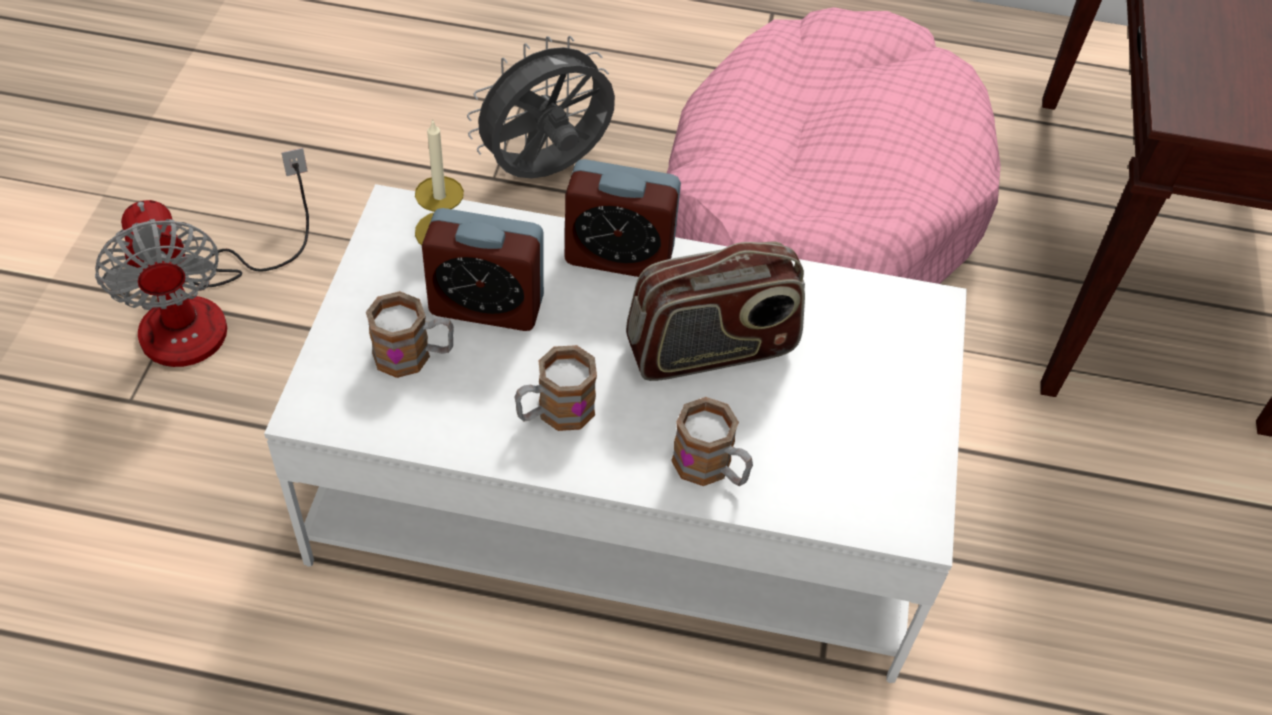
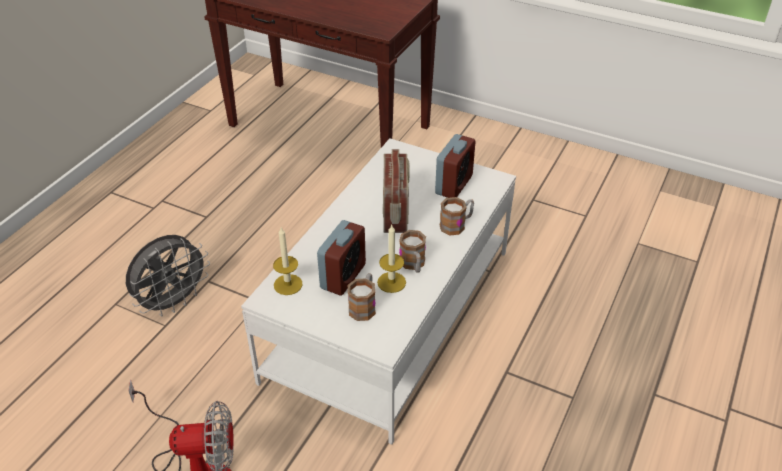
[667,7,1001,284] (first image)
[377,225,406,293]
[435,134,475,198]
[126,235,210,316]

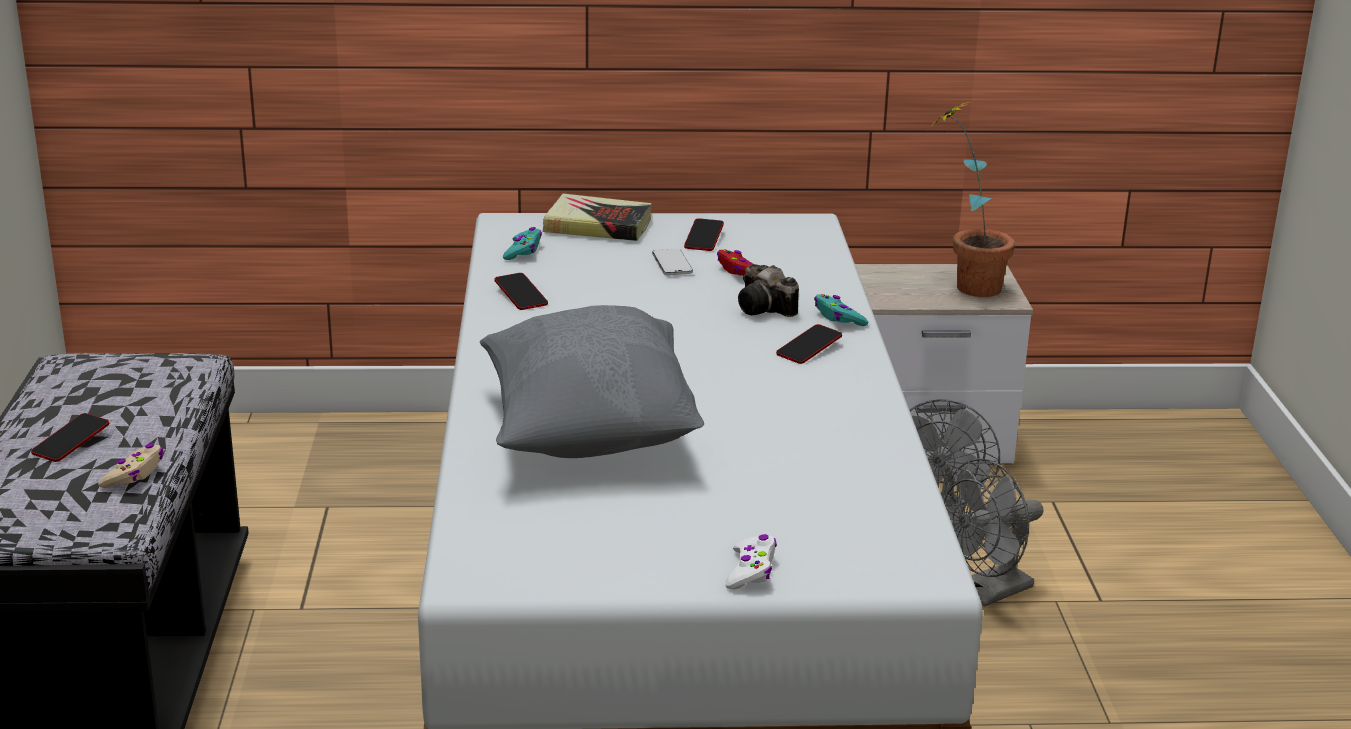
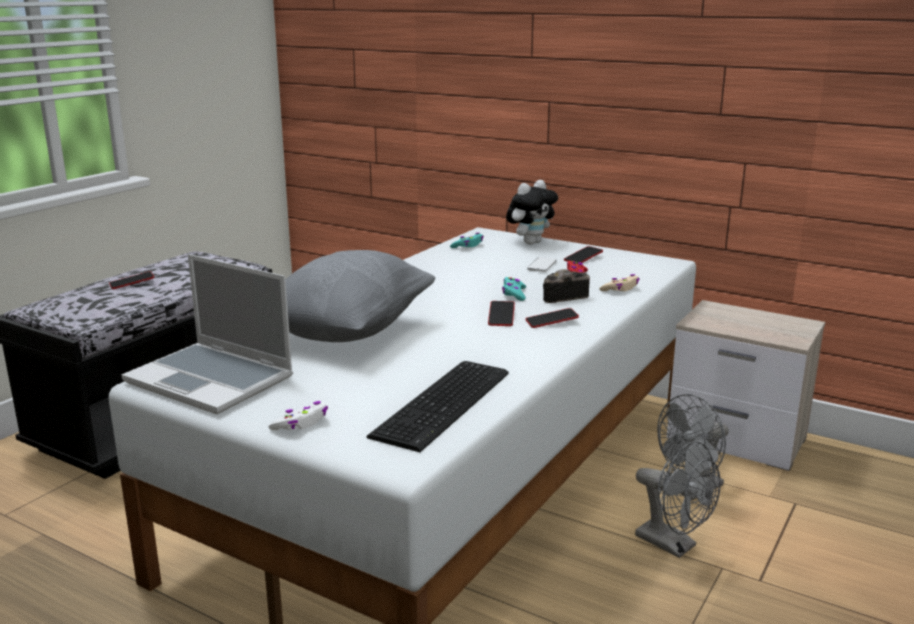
[930,100,1015,297] (first image)
[121,254,293,414]
[367,361,509,452]
[599,274,640,291]
[488,301,515,326]
[502,277,526,301]
[506,180,558,245]
[543,269,590,303]
[635,441,721,558]

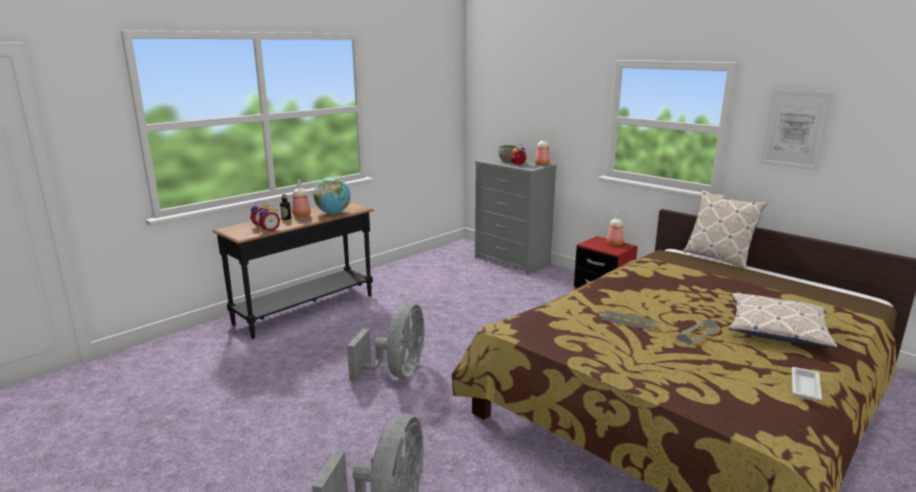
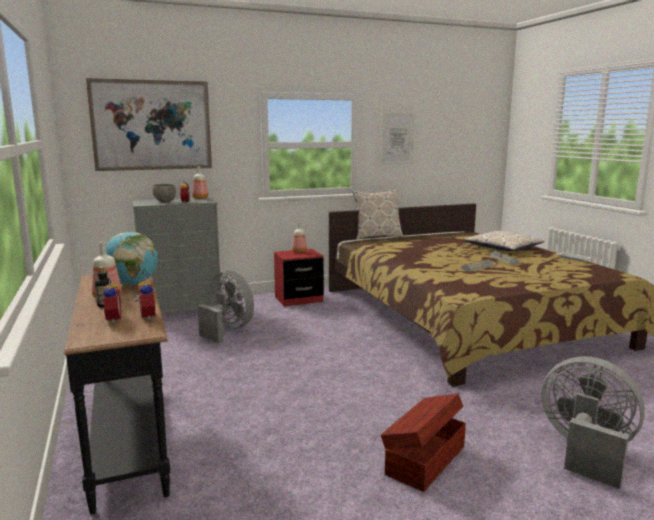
[86,78,212,171]
[381,394,466,492]
[197,271,254,343]

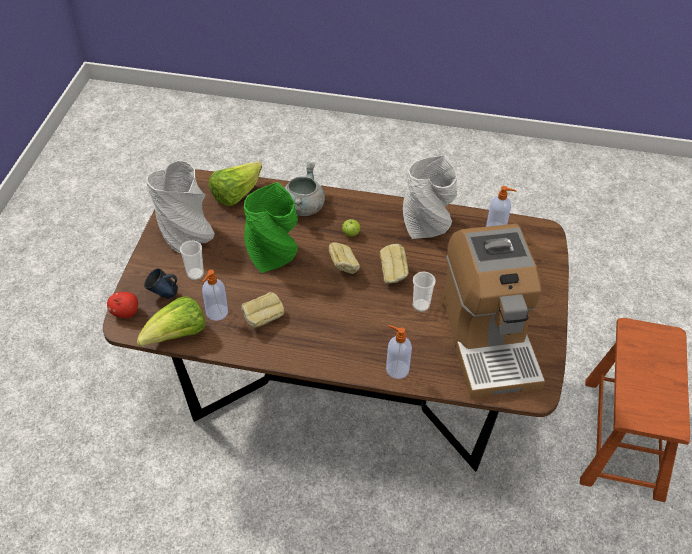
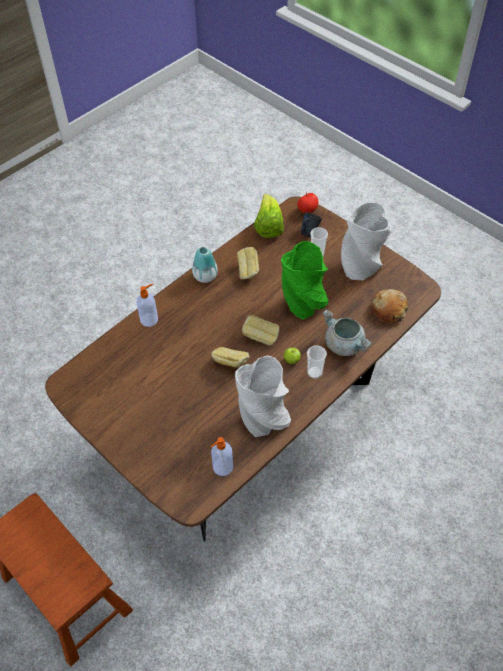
[202,270,228,321] (first image)
[441,224,545,398] (first image)
[192,247,218,283]
[307,345,327,379]
[371,289,408,323]

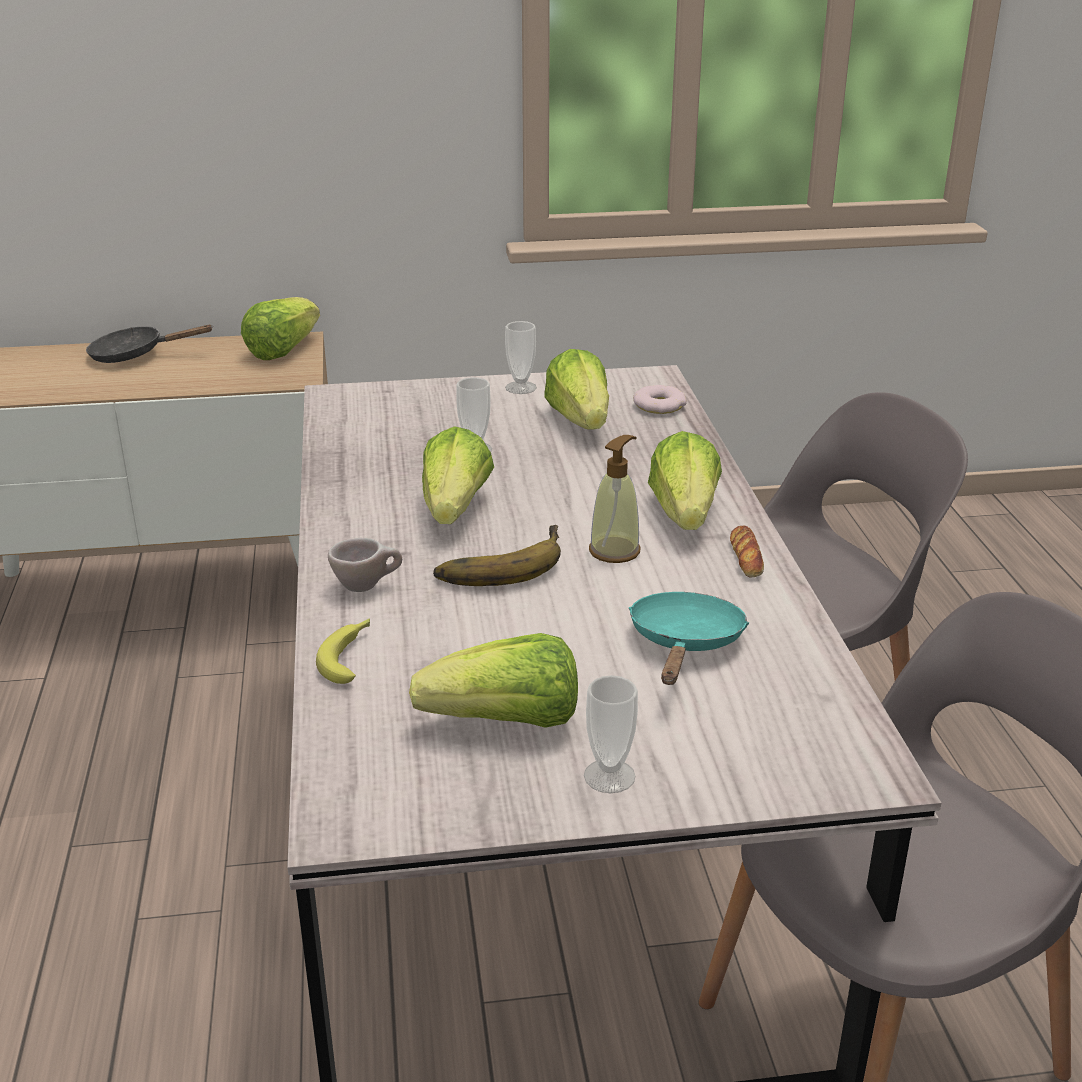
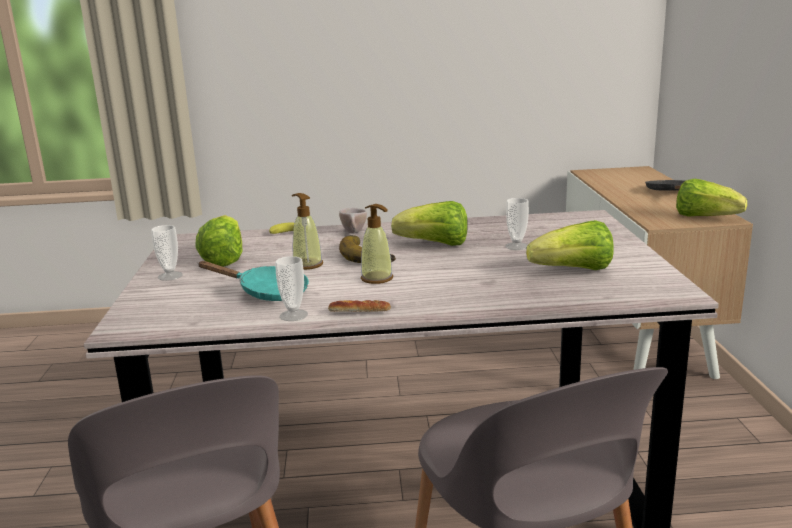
[633,385,687,414] (first image)
[648,431,722,530] (first image)
[292,193,323,270]
[275,256,308,321]

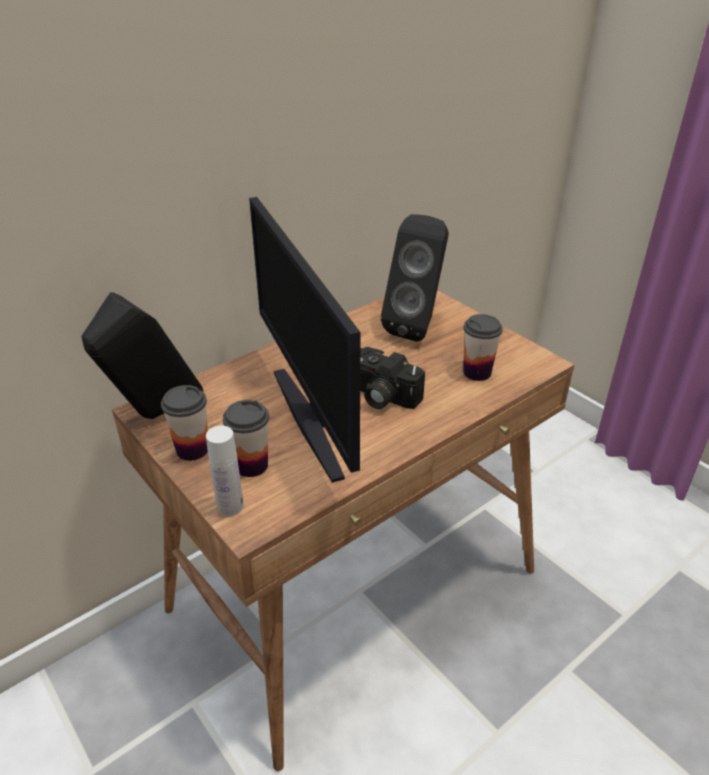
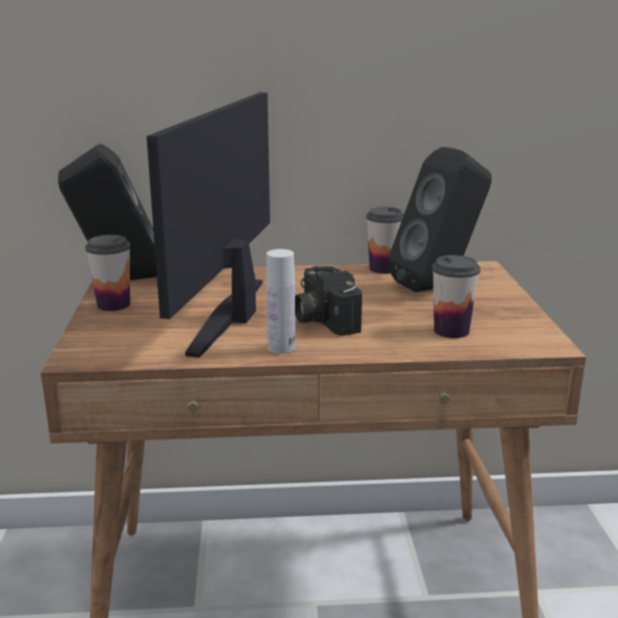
[266,249,295,354]
[366,207,404,274]

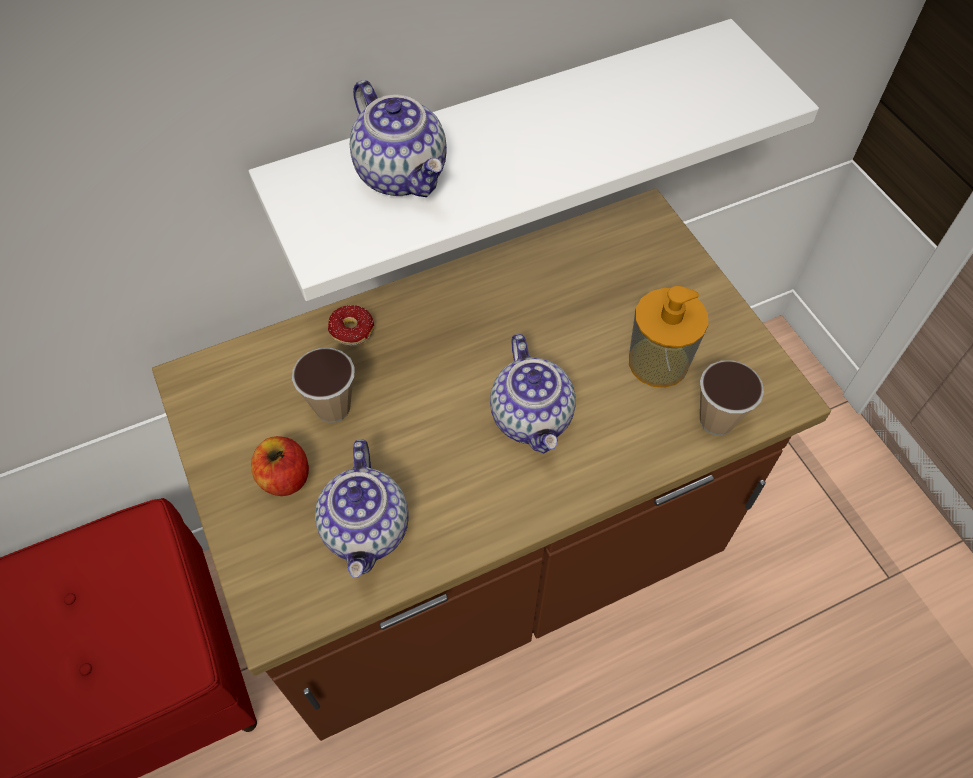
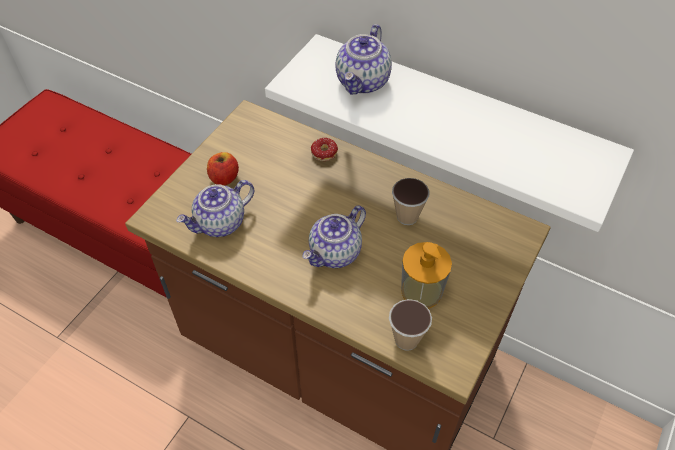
[392,178,430,225]

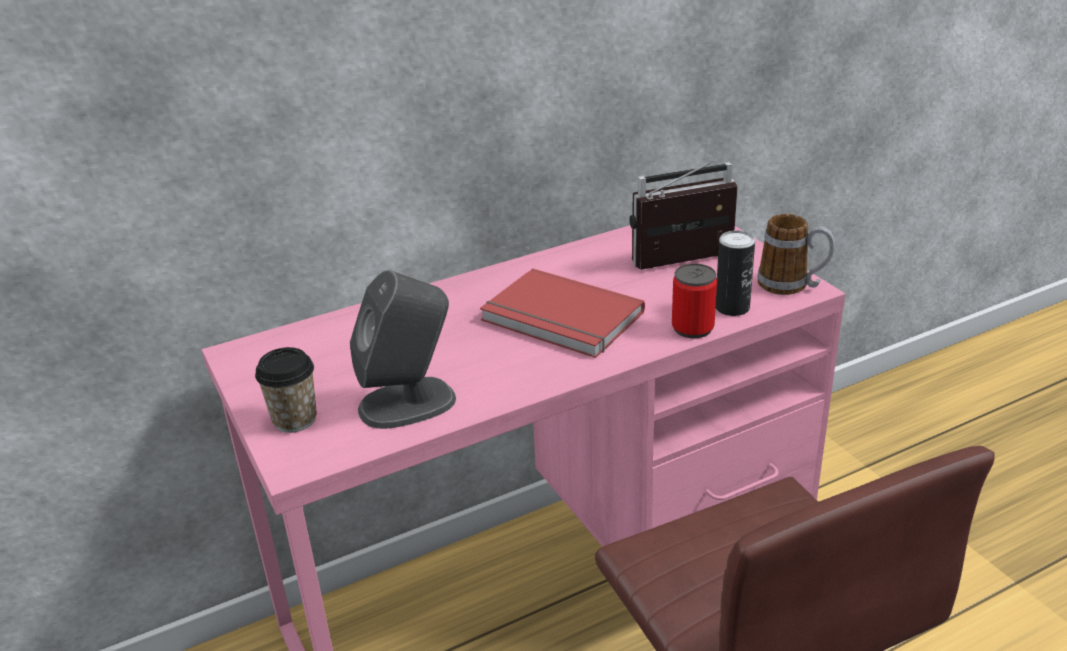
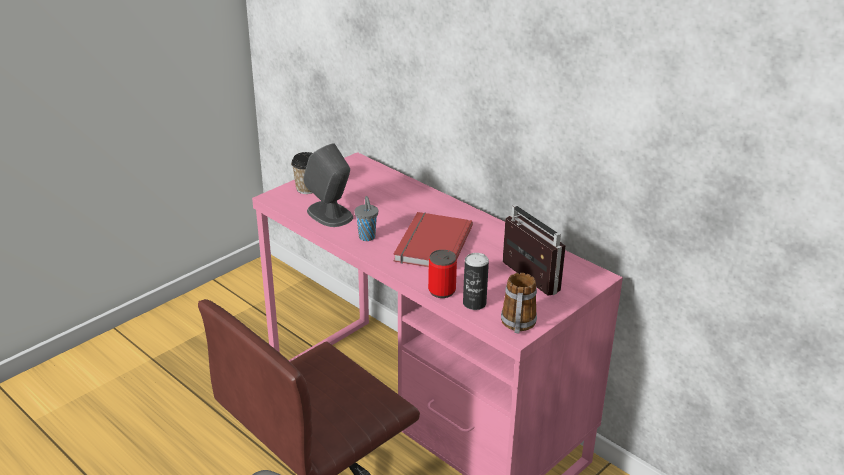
[354,196,378,241]

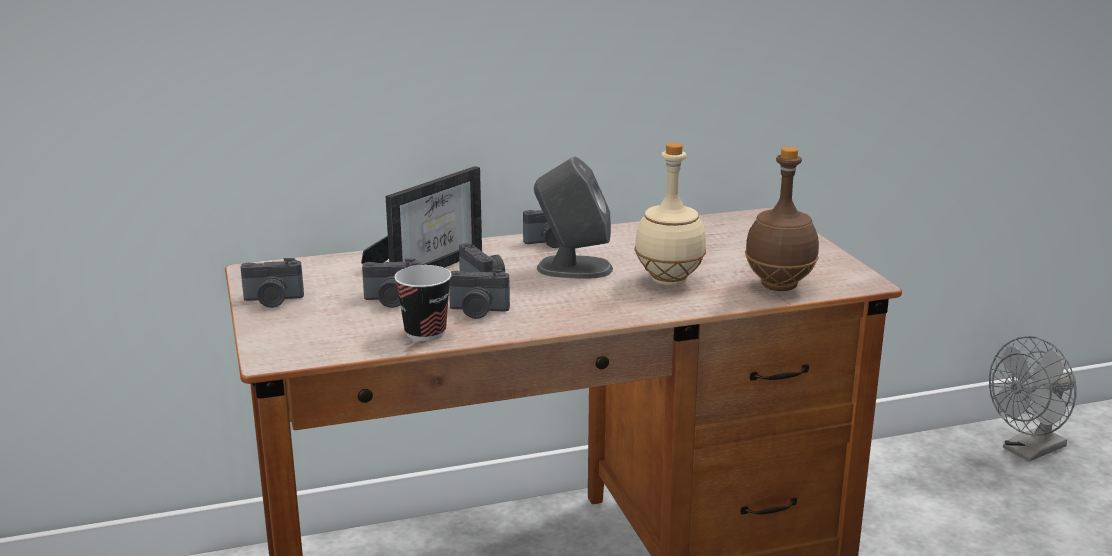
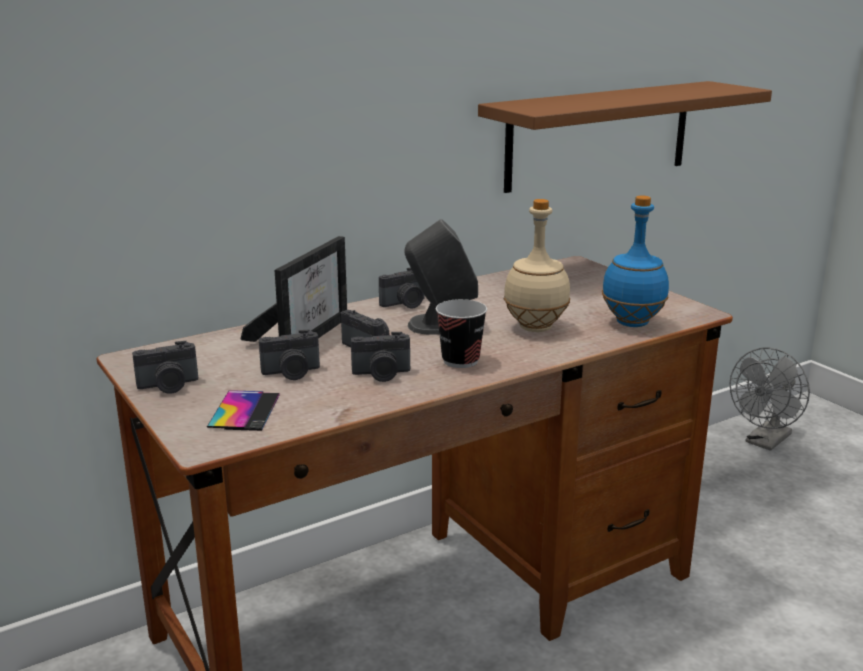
[207,390,280,431]
[478,81,772,193]
[436,299,487,368]
[602,196,669,327]

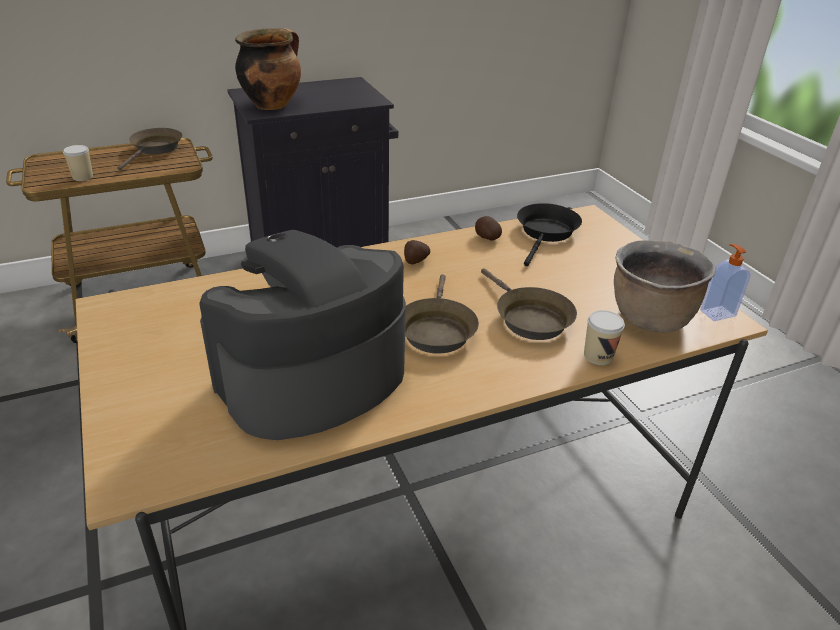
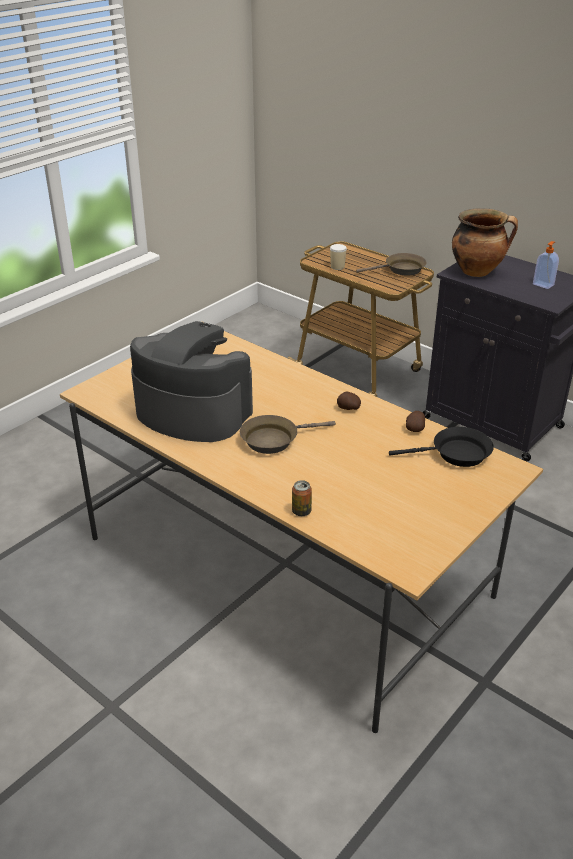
[481,269,577,340] (first image)
[614,240,716,333] (first image)
[533,241,559,289]
[292,480,312,516]

